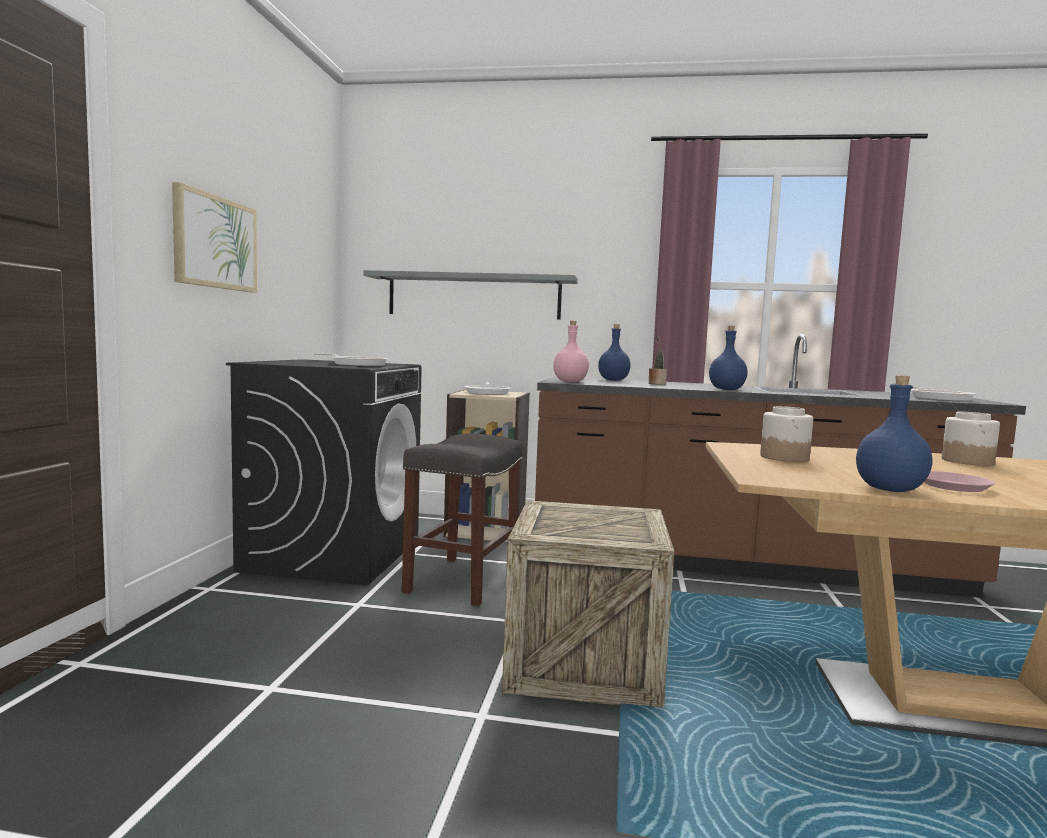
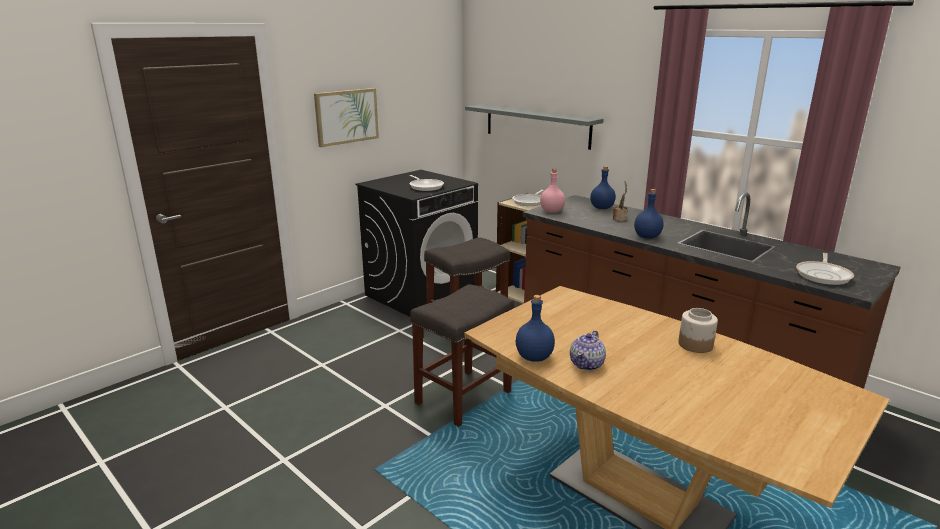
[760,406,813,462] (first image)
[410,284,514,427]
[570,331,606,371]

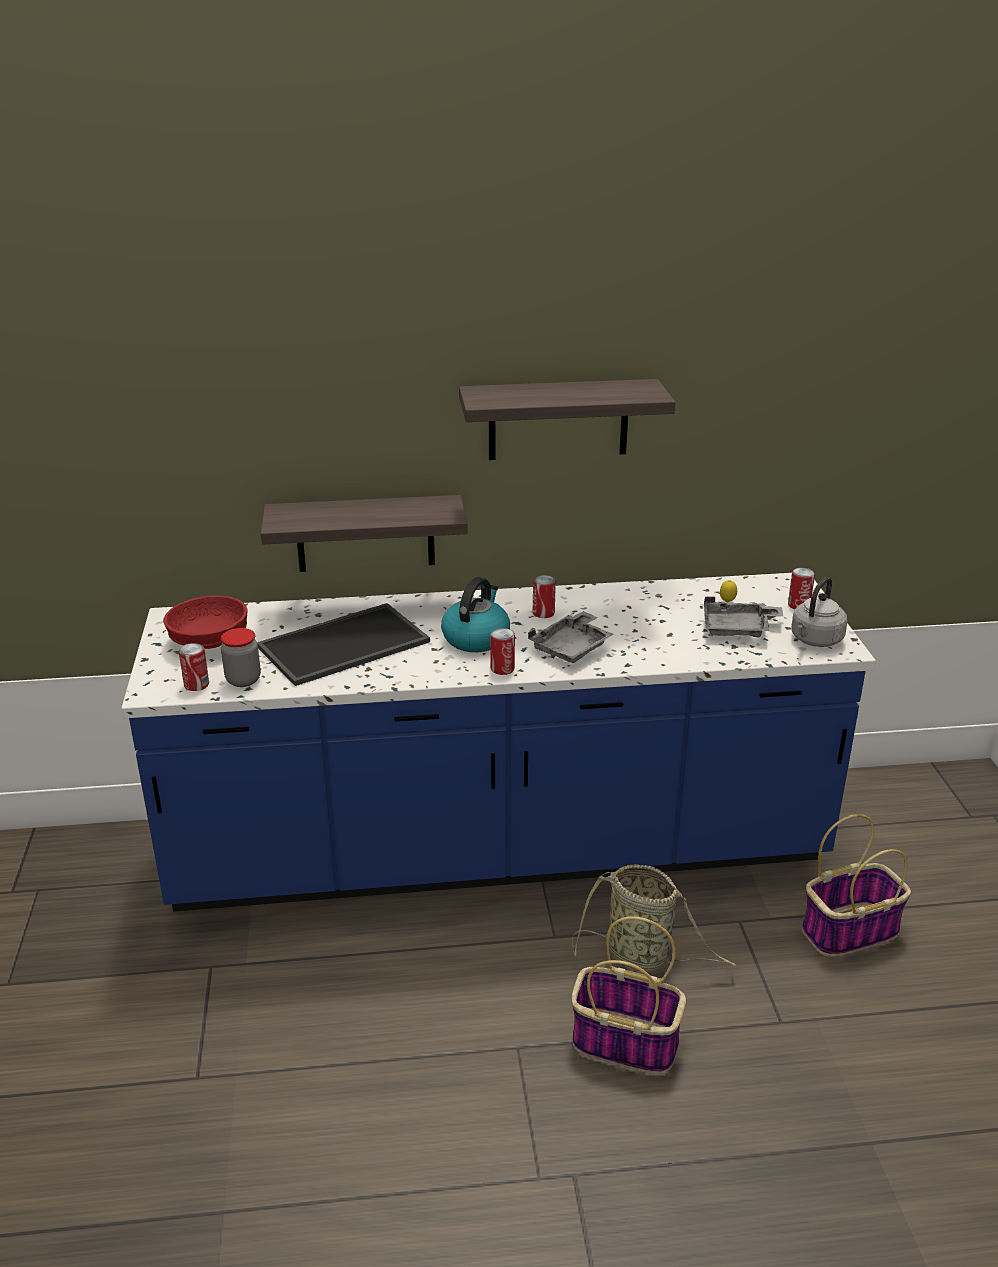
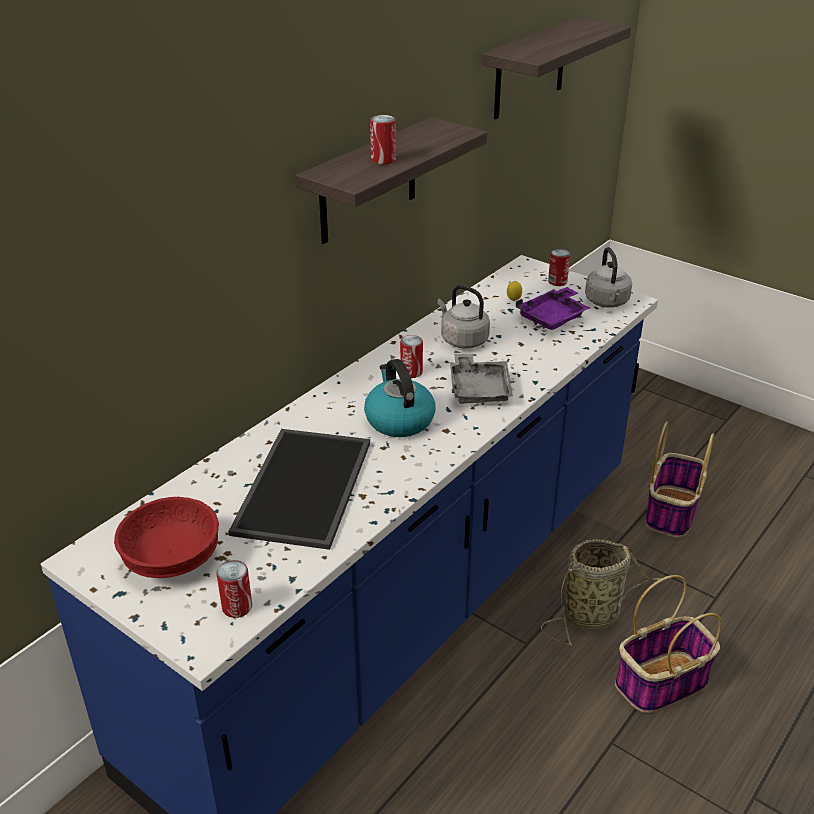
[221,628,261,687] (first image)
[437,285,490,349]
[482,17,631,119]
[370,115,396,164]
[516,287,590,330]

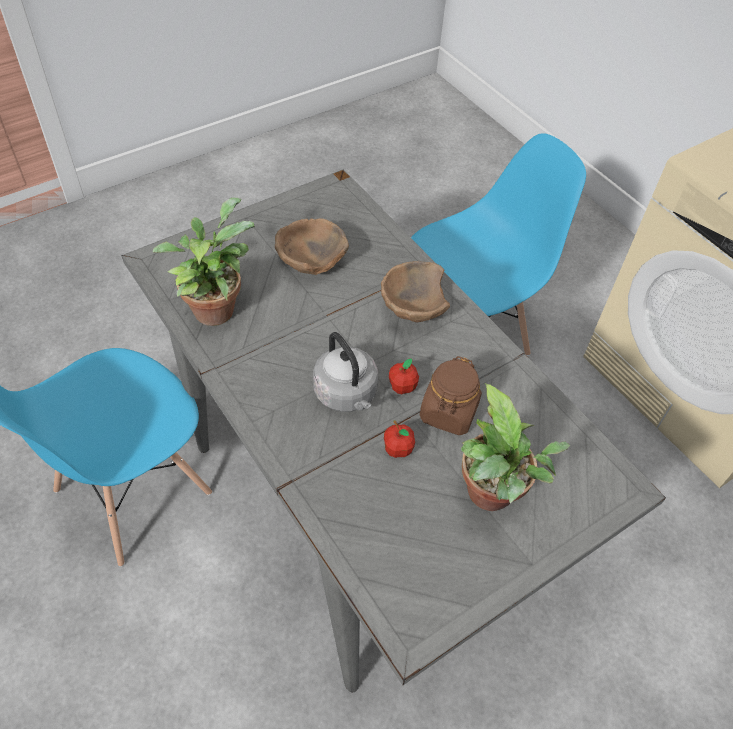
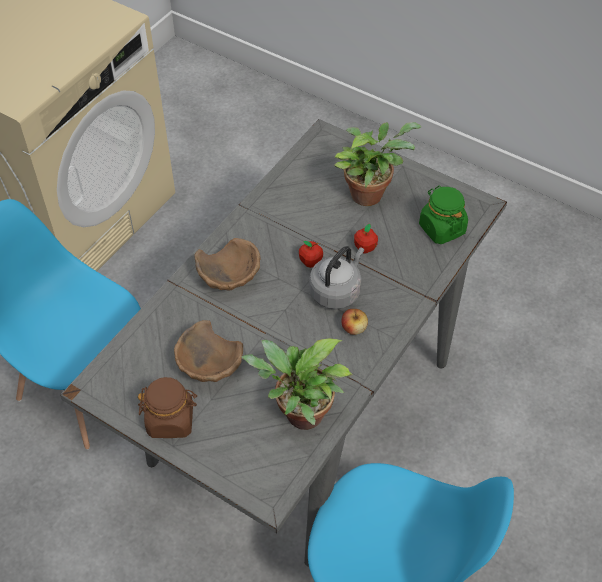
[341,309,368,335]
[419,186,468,244]
[138,377,197,438]

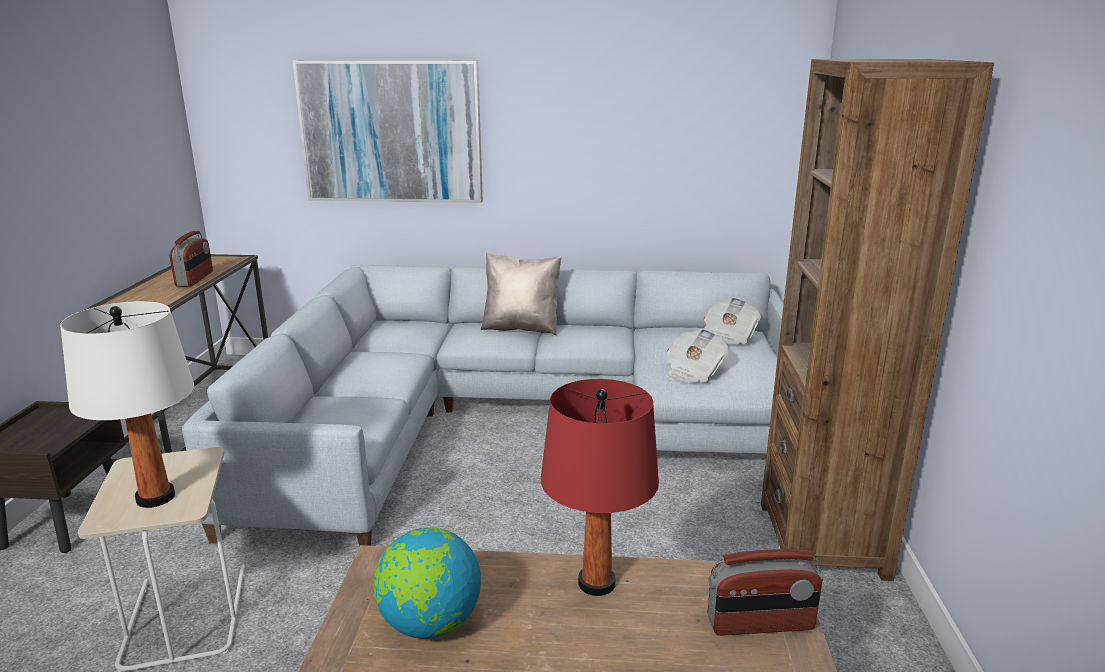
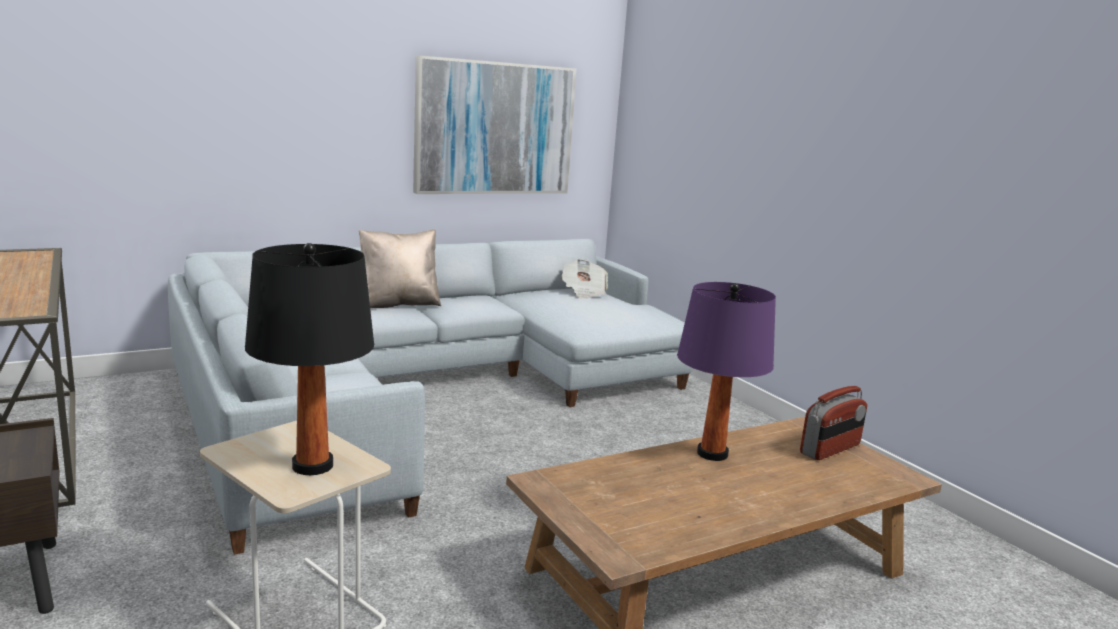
[170,231,213,287] (first image)
[374,527,481,639] (first image)
[665,329,728,382] (first image)
[761,59,994,581] (first image)
[413,55,576,194]
[245,243,374,475]
[677,282,776,461]

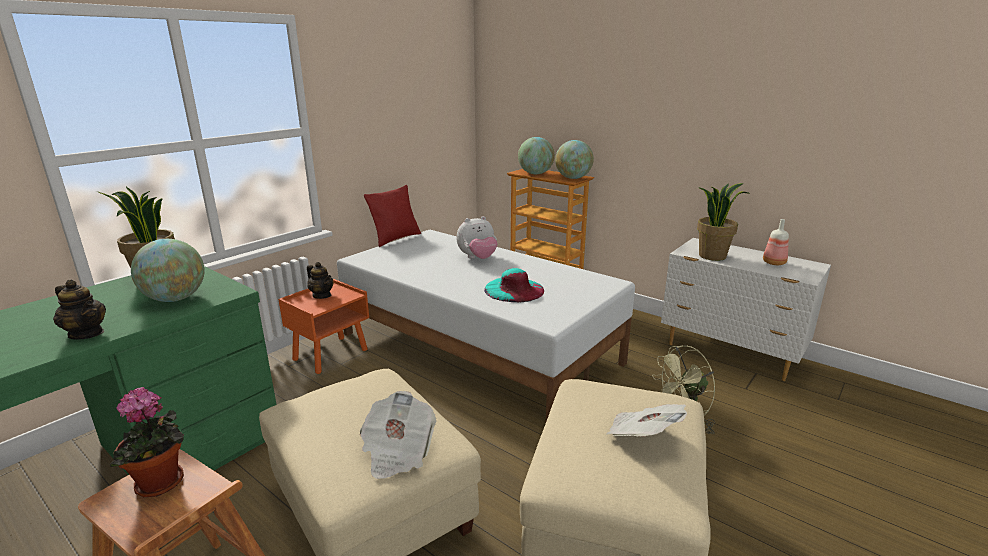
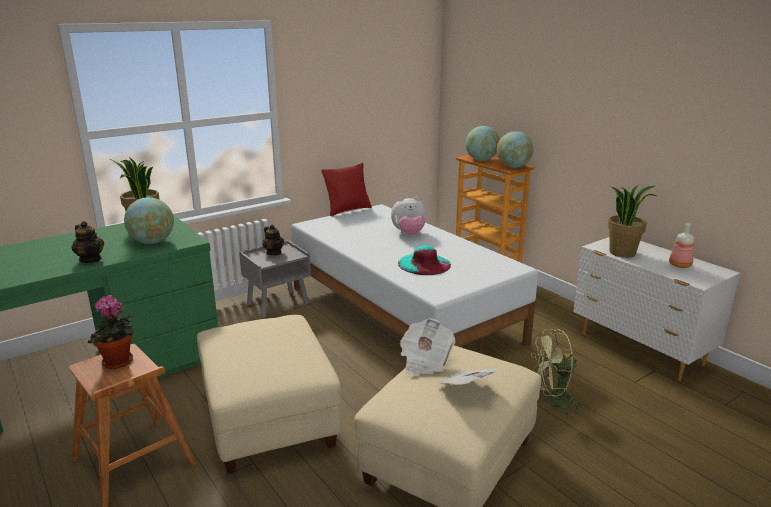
[400,318,456,375]
[239,240,311,317]

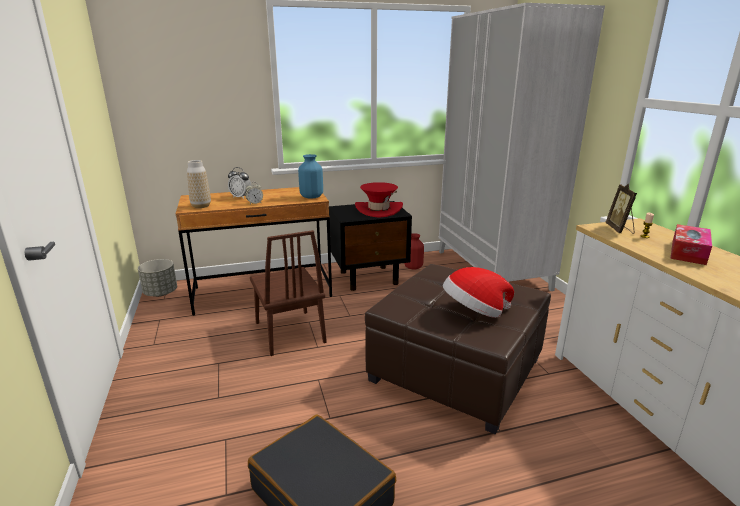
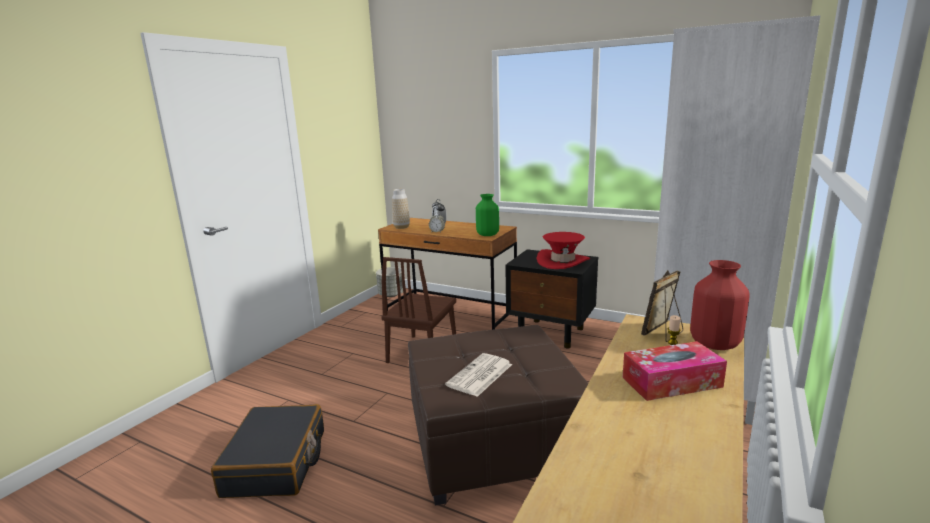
[690,260,750,350]
[445,353,512,397]
[476,194,499,236]

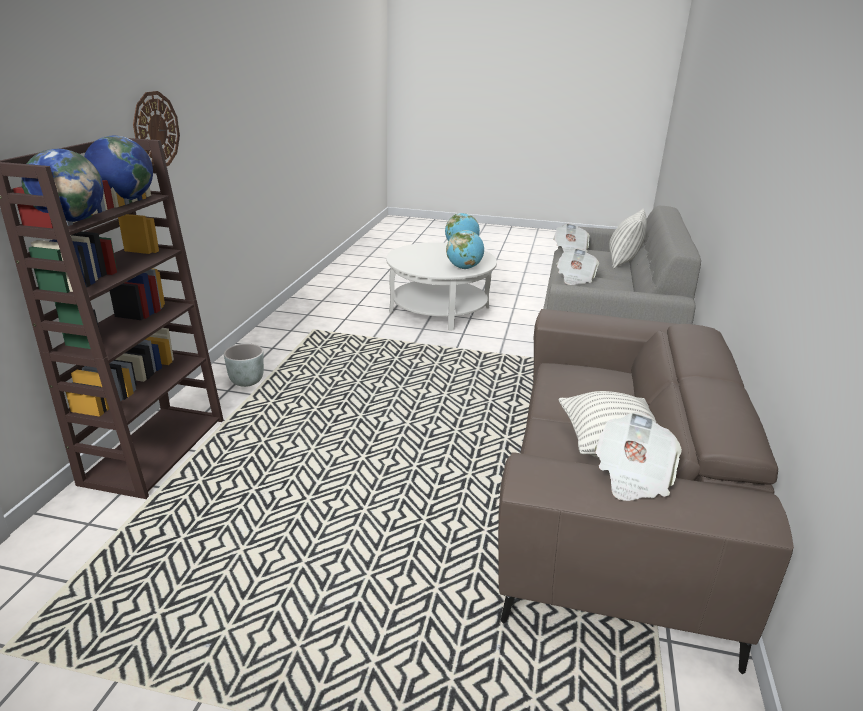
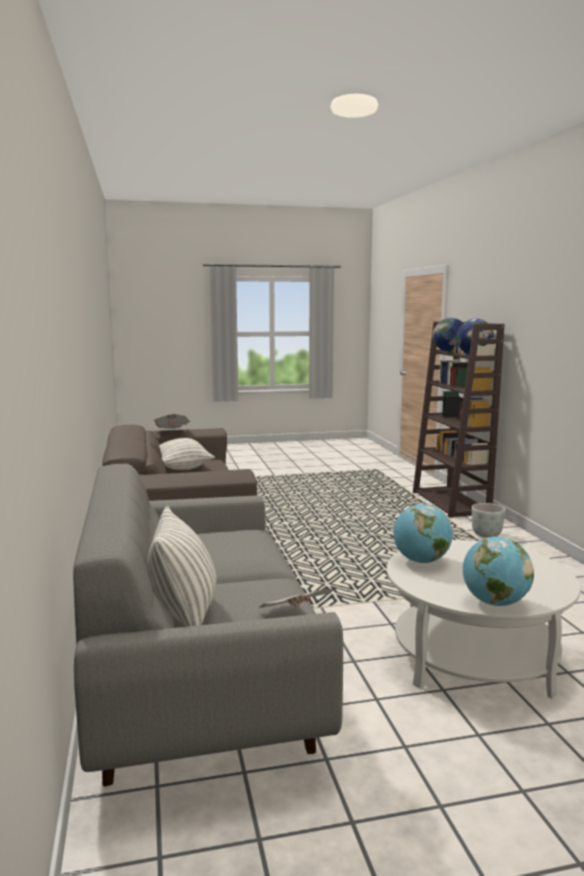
[133,91,180,166] (first image)
[556,248,599,285] (first image)

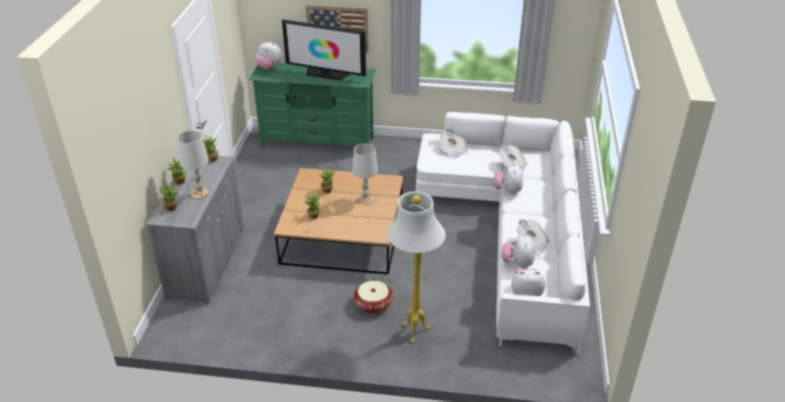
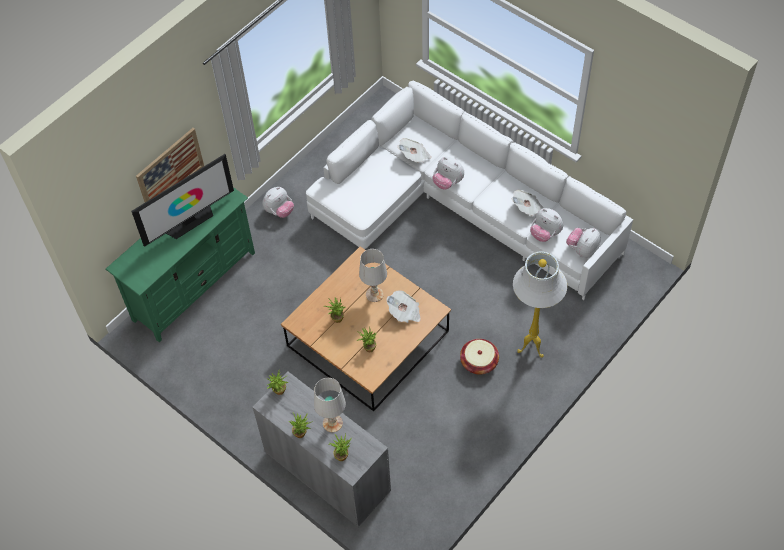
[262,187,294,218]
[387,290,421,323]

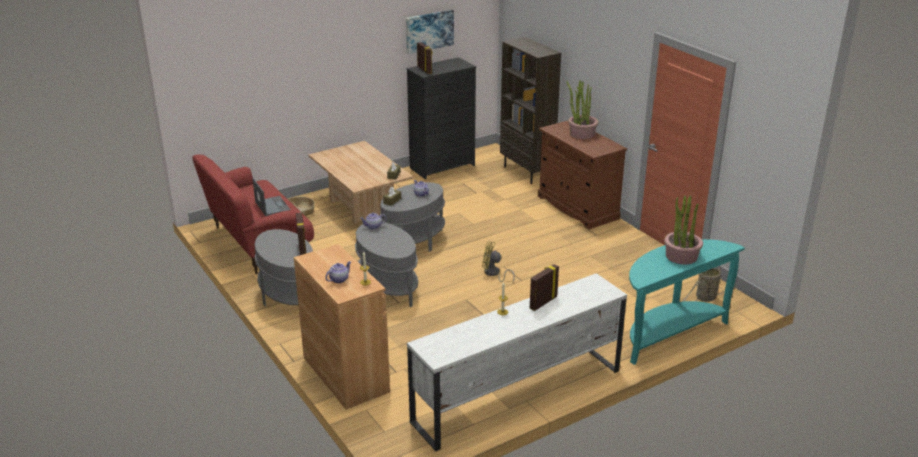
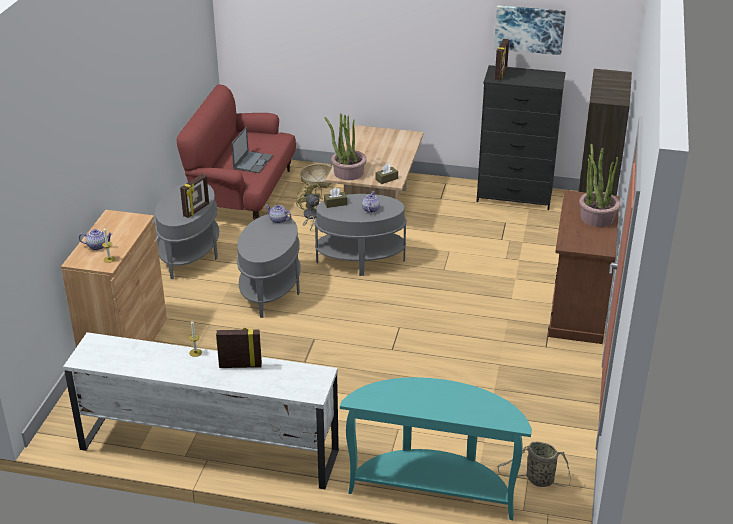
[296,183,323,231]
[325,113,367,180]

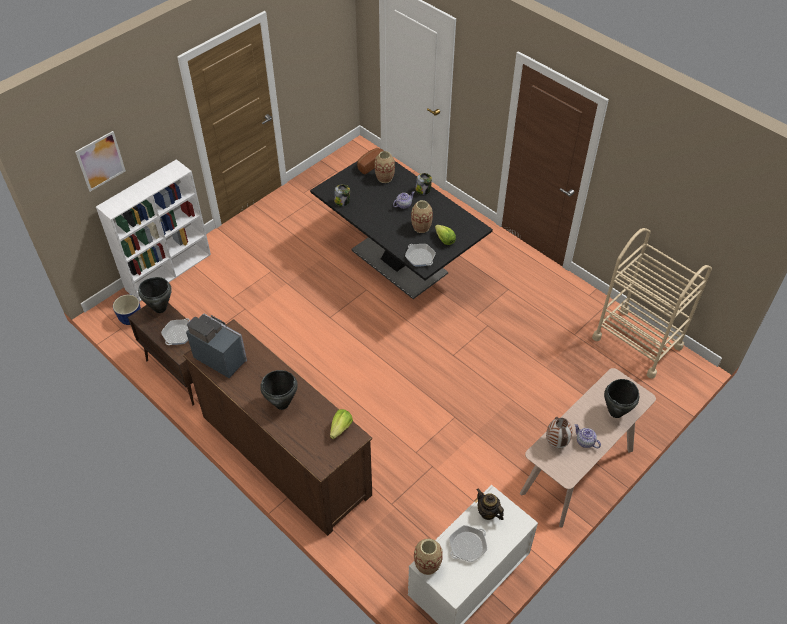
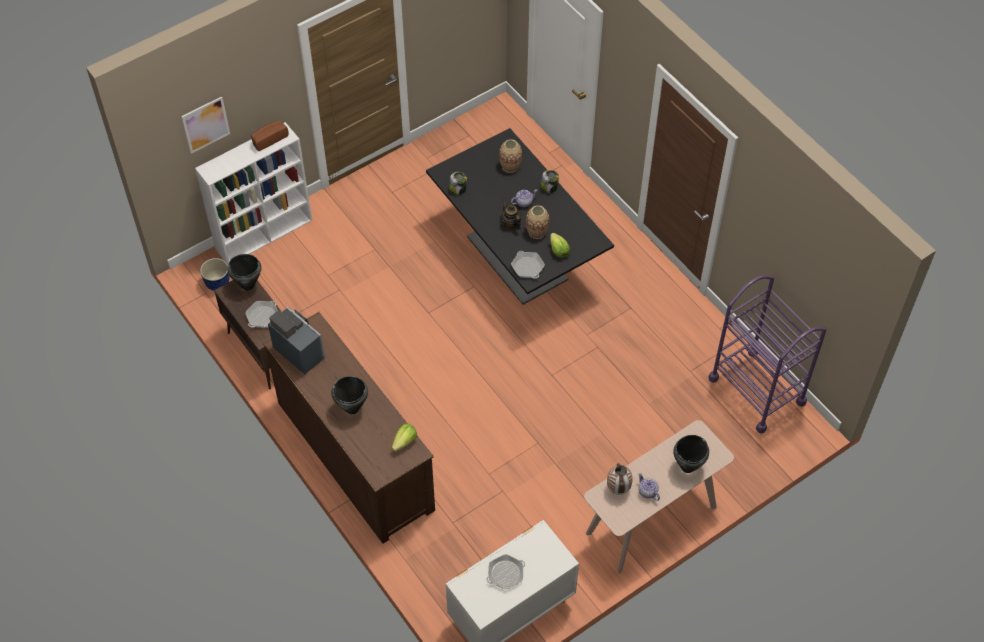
[414,538,443,575] (first image)
[251,121,289,151]
[501,201,521,230]
[708,275,826,434]

